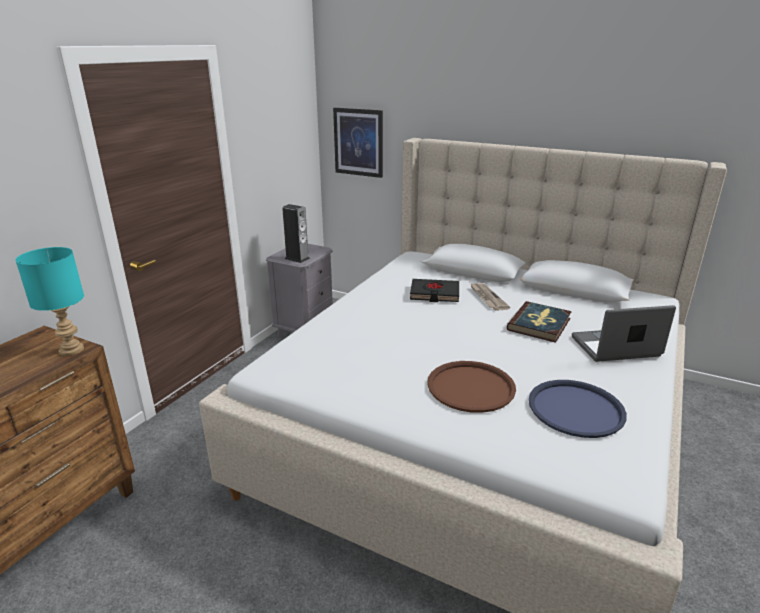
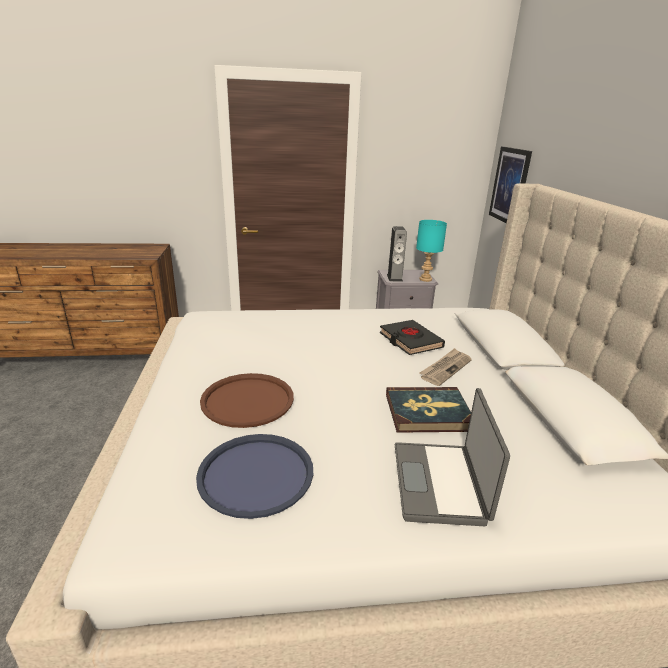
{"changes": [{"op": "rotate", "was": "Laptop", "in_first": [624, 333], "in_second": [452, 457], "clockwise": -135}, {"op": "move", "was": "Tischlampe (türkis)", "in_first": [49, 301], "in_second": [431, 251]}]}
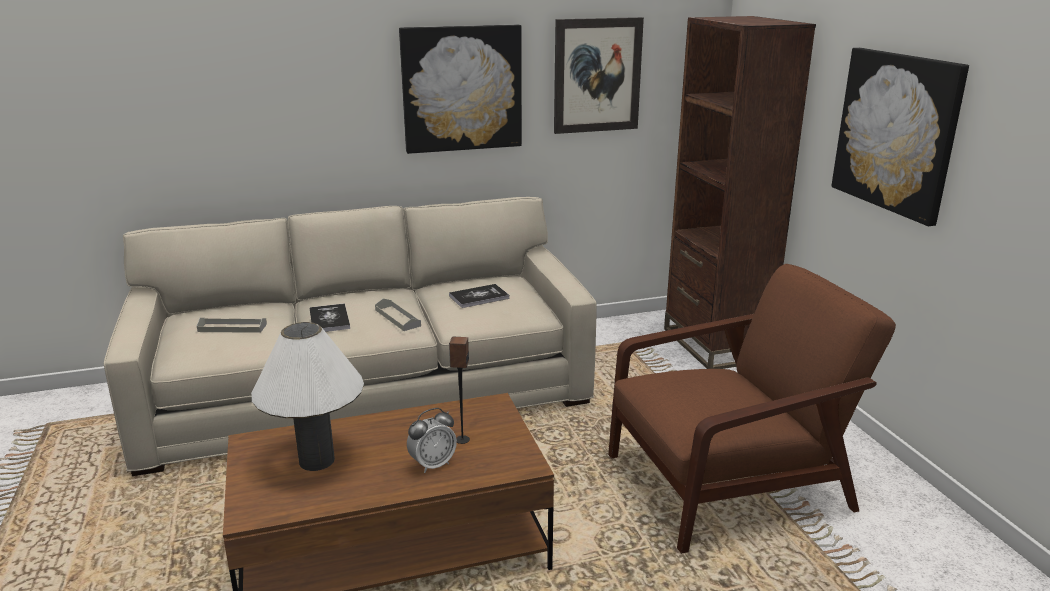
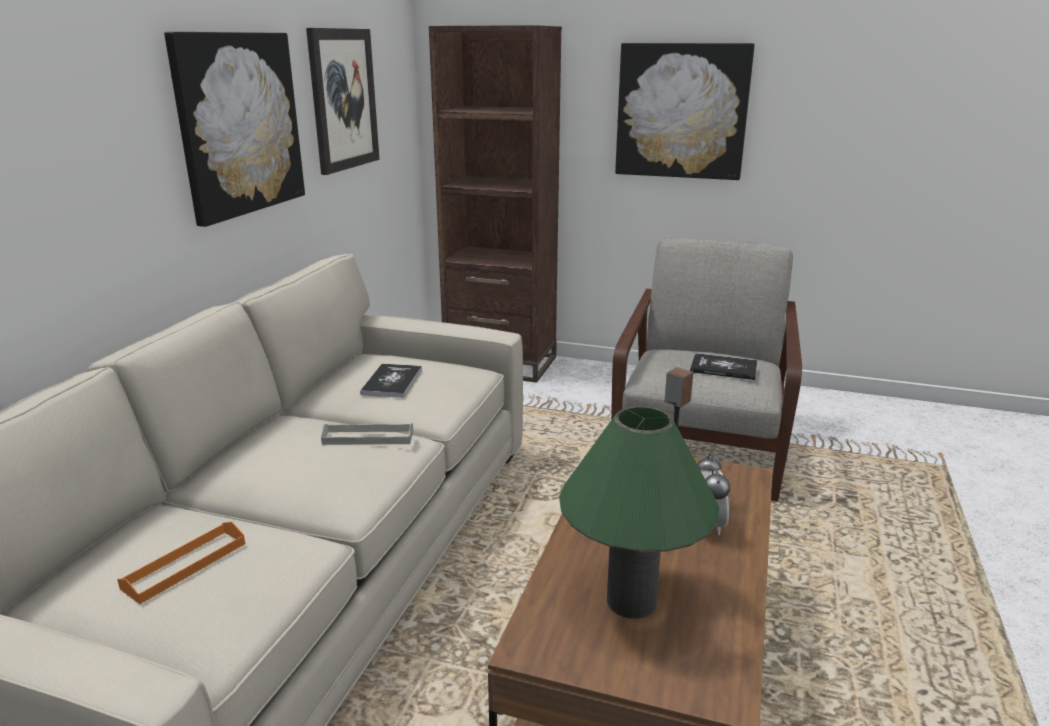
{"changes": [{"op": "recolor", "was": "Tablett (grau)", "now": "Tablett (orange)", "in_first": [232, 325], "in_second": [181, 563]}, {"op": "recolor", "was": "Tischlampe (weiß)", "now": "Tischlampe (grün)", "in_first": [307, 396], "in_second": [639, 512]}, {"op": "recolor", "was": "Sessel (braun)", "now": "Sessel (grau)", "in_first": [752, 409], "in_second": [706, 369]}, {"op": "move", "was": "Buch", "in_first": [330, 317], "in_second": [723, 366]}]}
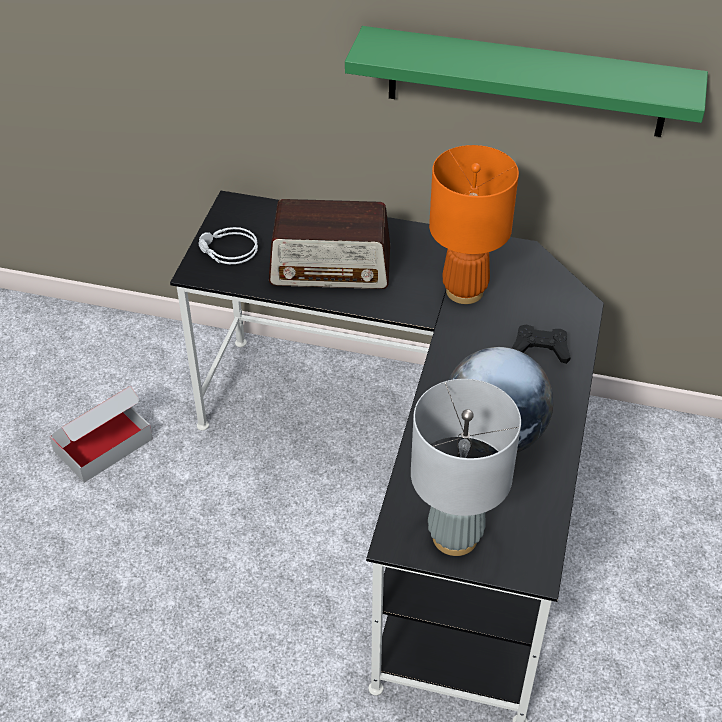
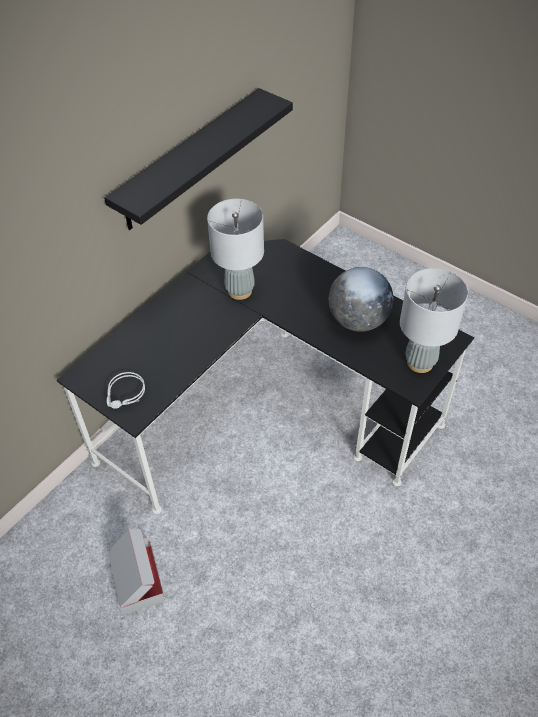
{"changes": [{"op": "recolor", "was": "Wandregal (grün)", "now": "Wandregal (schwarz)", "in_first": [526, 81], "in_second": [198, 159]}, {"op": "recolor", "was": "Tischlampe (orange)", "now": "Tischlampe (grau)", "in_first": [474, 224], "in_second": [235, 249]}, {"op": "delete", "was": "Radio", "in_first": [329, 244]}, {"op": "delete", "was": "Gamepad (schwarz)", "in_first": [541, 344]}]}
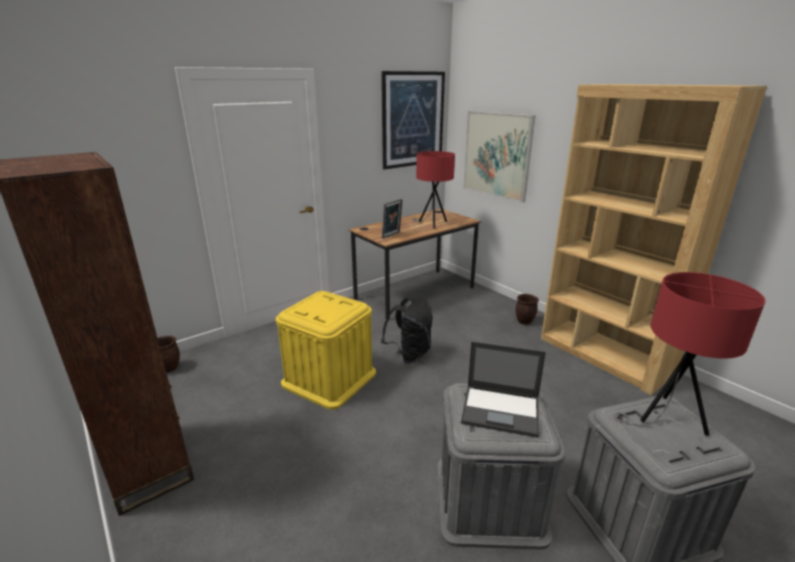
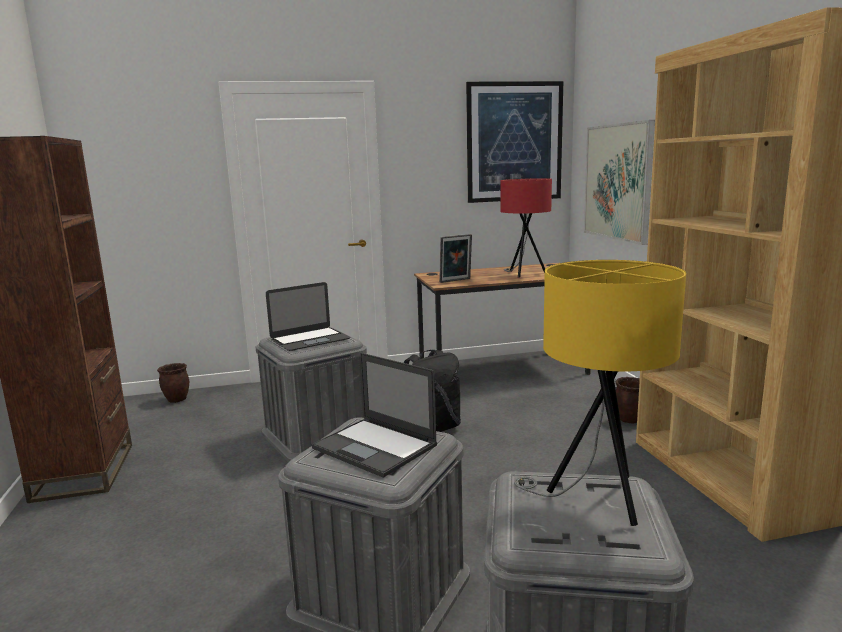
{"changes": [{"op": "recolor", "was": "Aufbewahrungsbox (gelb)", "now": "Aufbewahrungsbox (grau)", "in_first": [326, 350], "in_second": [311, 394]}, {"op": "insert", "now": "Laptop", "in_second": [308, 316]}, {"op": "recolor", "was": "Tischlampe (rot)", "now": "Tischlampe (gelb)", "in_first": [689, 354], "in_second": [600, 393]}]}
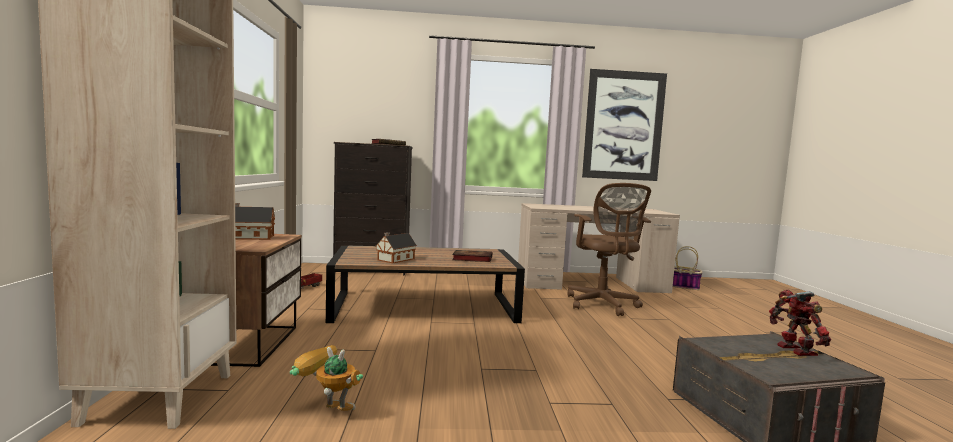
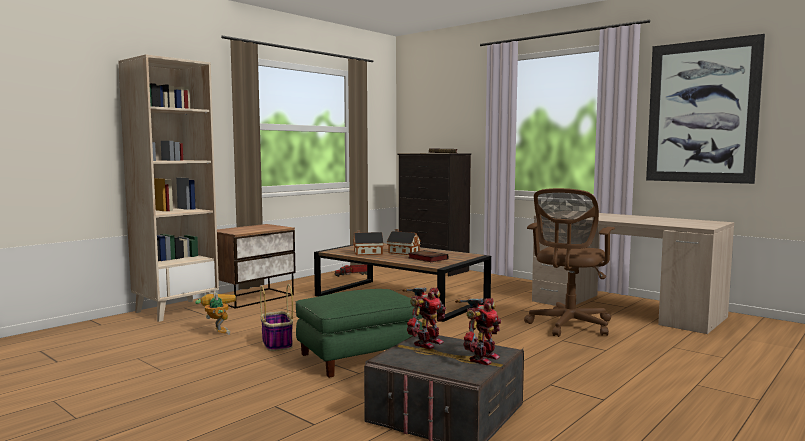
{"changes": [{"op": "move", "was": "Korb", "in_first": [687, 268], "in_second": [276, 317]}, {"op": "insert", "now": "Polsterhocker (grün)", "in_second": [359, 333]}, {"op": "move", "was": "Spielzeughaus", "in_first": [255, 221], "in_second": [404, 242]}, {"op": "insert", "now": "Spielzeugroboter", "in_second": [424, 318]}]}
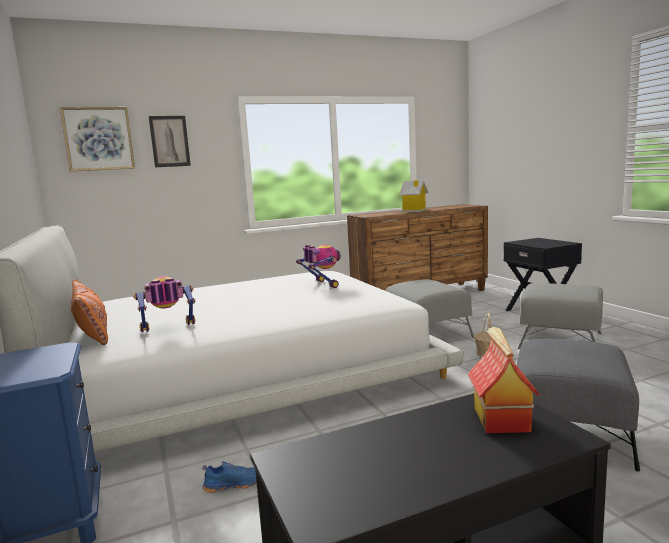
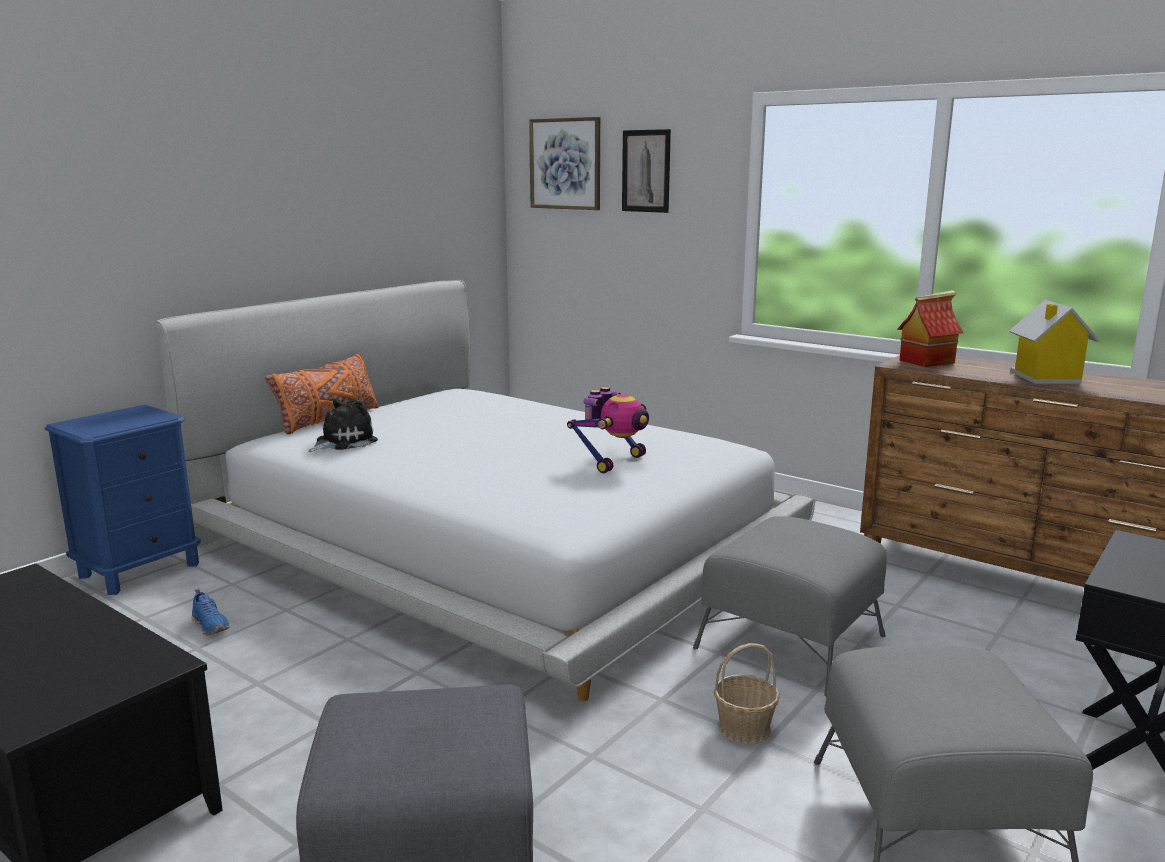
{"changes": [{"op": "replace", "was": "Spielzeugroboter", "now": "Plüschtier", "in_first": [164, 304], "in_second": [343, 425]}, {"op": "move", "was": "Spielzeughaus", "in_first": [504, 380], "in_second": [930, 328]}]}
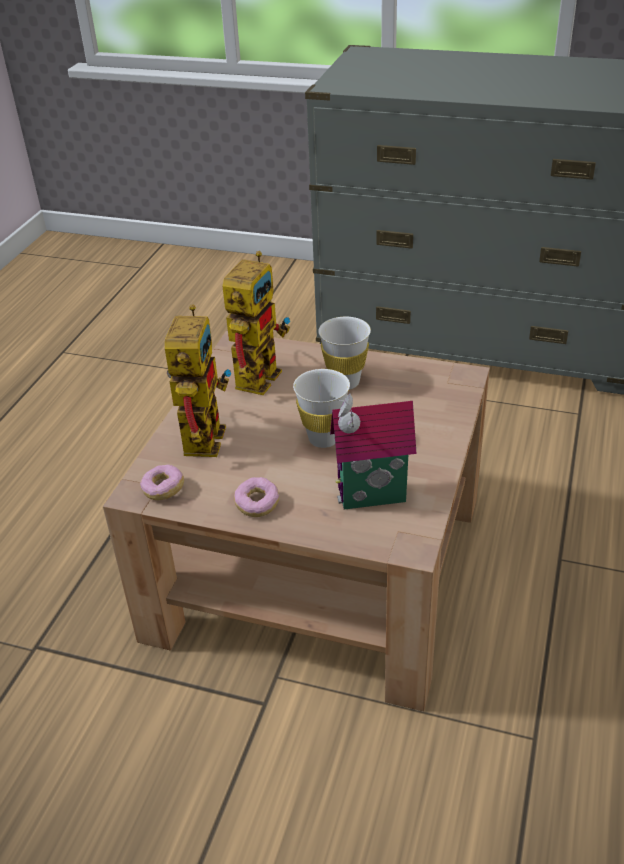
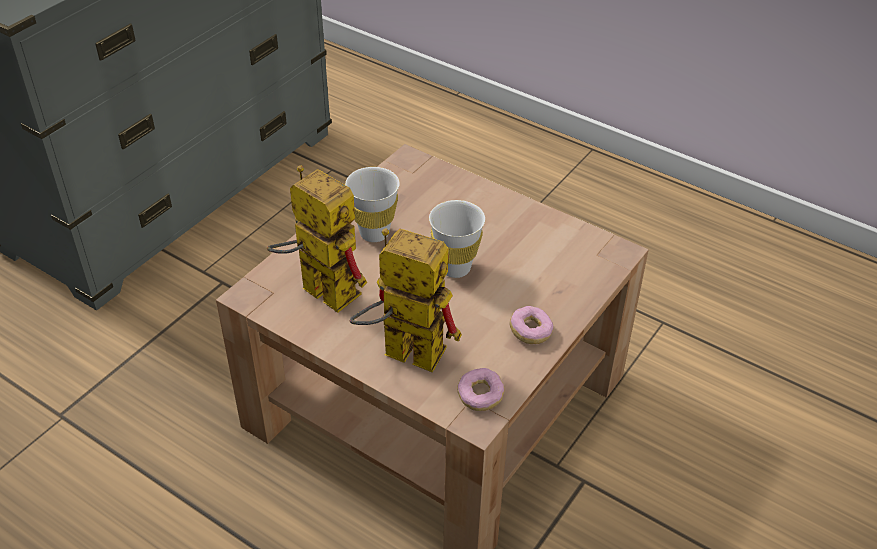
{"changes": [{"op": "delete", "was": "Spielzeughaus", "in_first": [373, 452]}]}
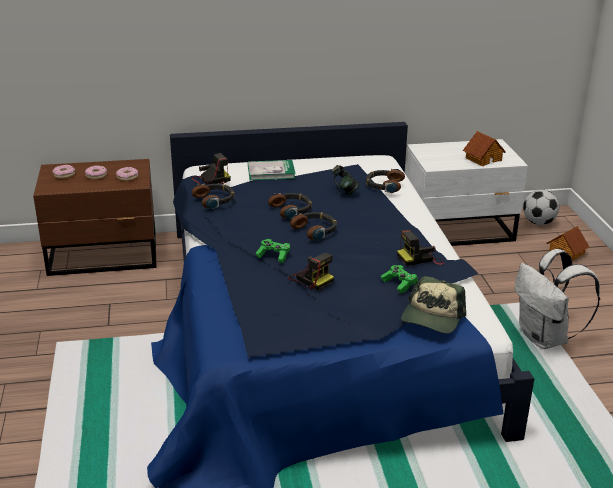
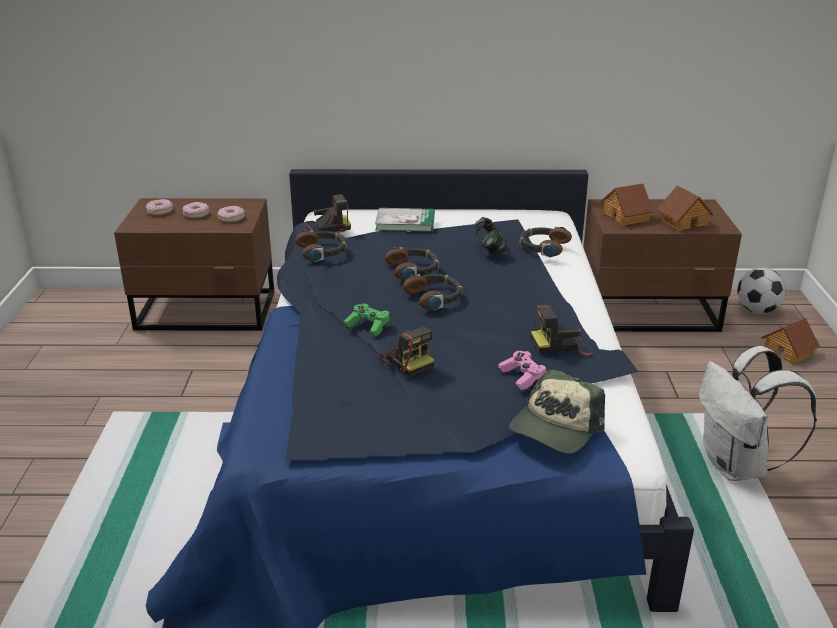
{"changes": [{"op": "recolor", "was": "Gamepad (grün)", "now": "Gamepad (rosa)", "in_first": [399, 279], "in_second": [523, 370]}, {"op": "recolor", "was": "Nachttisch (weiß)", "now": "Nachttisch (braun)", "in_first": [466, 192], "in_second": [662, 265]}, {"op": "insert", "now": "Spielzeughaus", "in_second": [627, 204]}]}
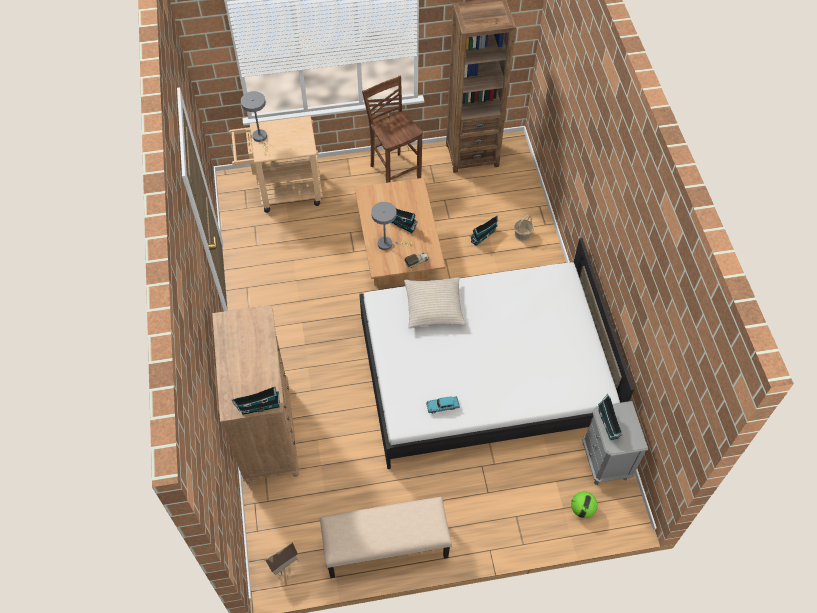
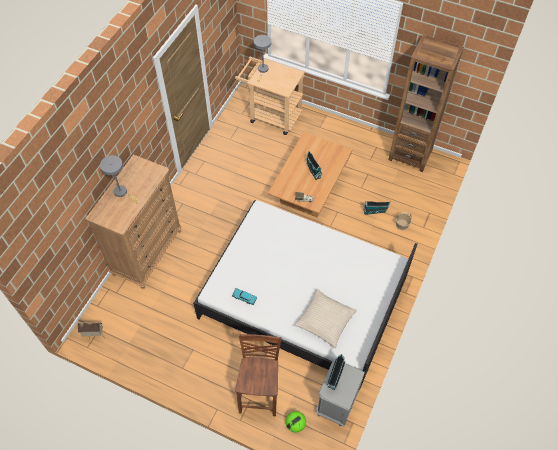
{"changes": [{"op": "move", "was": "Tischlampe (grau)", "in_first": [391, 226], "in_second": [119, 179]}, {"op": "move", "was": "Hocker (braun)", "in_first": [392, 129], "in_second": [258, 375]}, {"op": "move", "was": "Kissen (beige)", "in_first": [435, 303], "in_second": [325, 318]}, {"op": "delete", "was": "Spielzeughaus", "in_first": [256, 400]}, {"op": "delete", "was": "Bank (beige)", "in_first": [386, 537]}]}
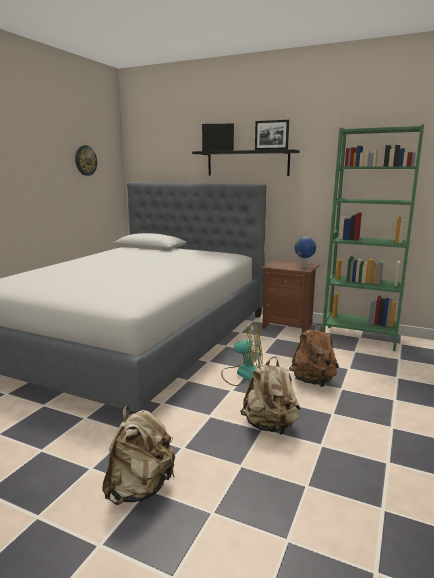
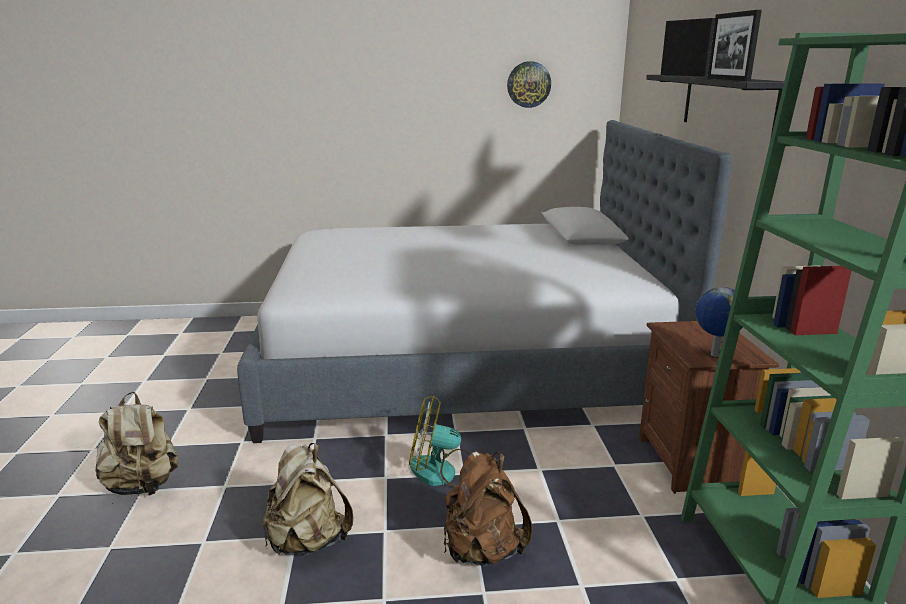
{"changes": [{"op": "rotate", "was": "Ventilator", "in_first": [242, 355], "in_second": [439, 441], "clockwise": 120}]}
